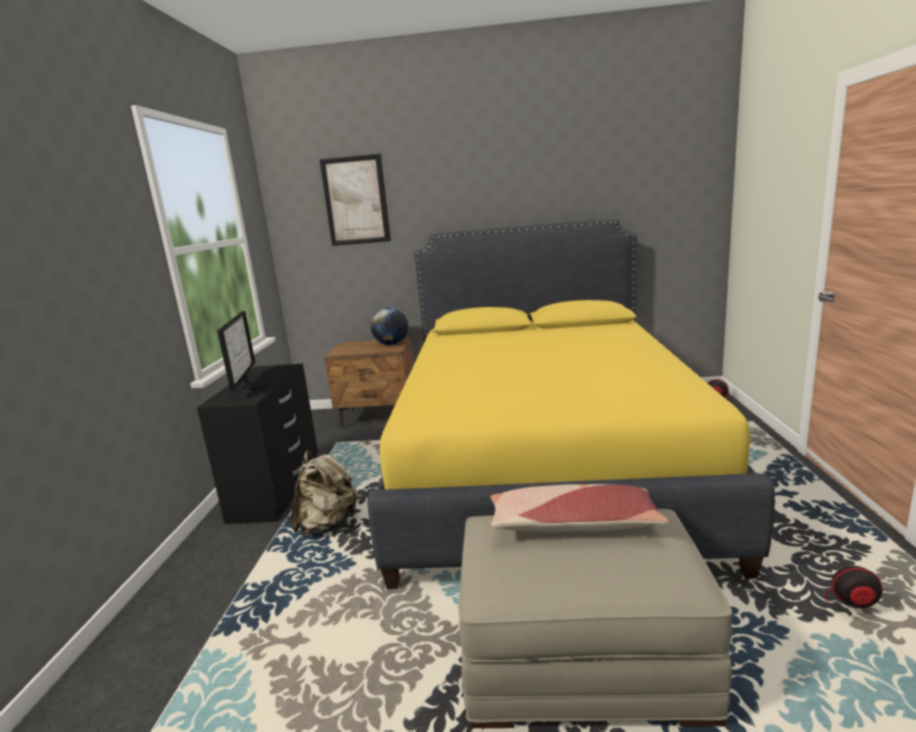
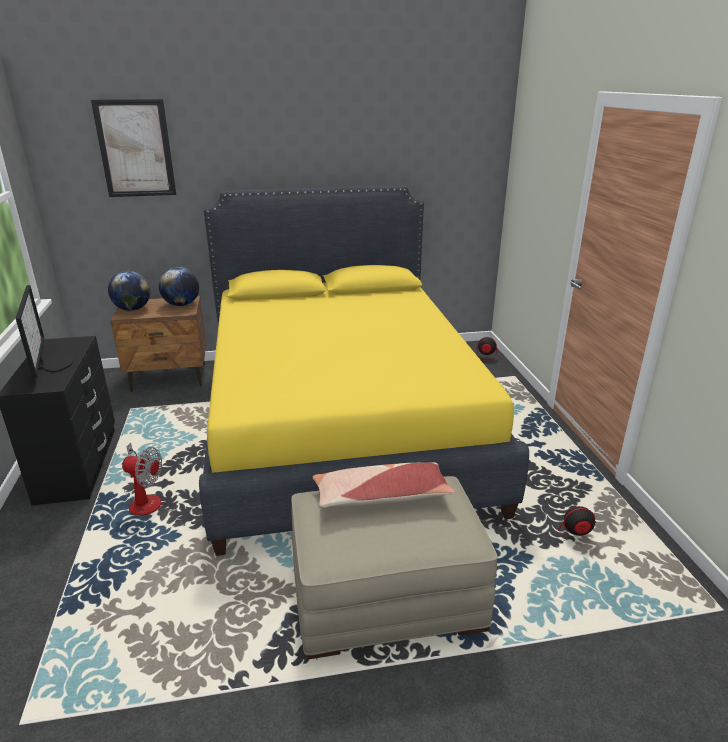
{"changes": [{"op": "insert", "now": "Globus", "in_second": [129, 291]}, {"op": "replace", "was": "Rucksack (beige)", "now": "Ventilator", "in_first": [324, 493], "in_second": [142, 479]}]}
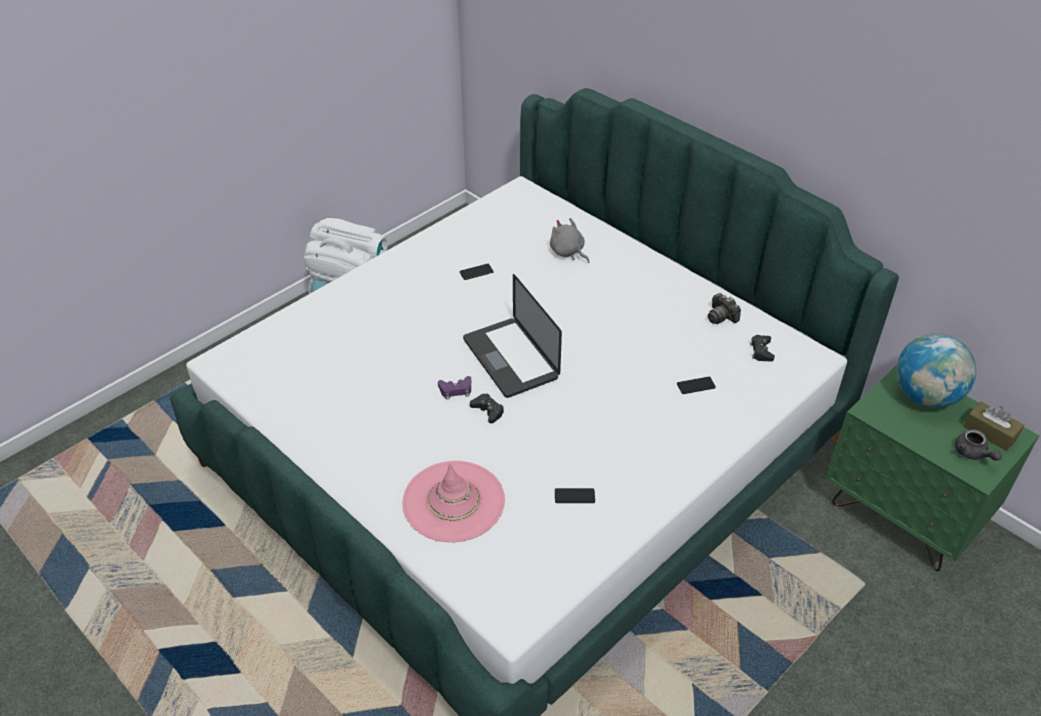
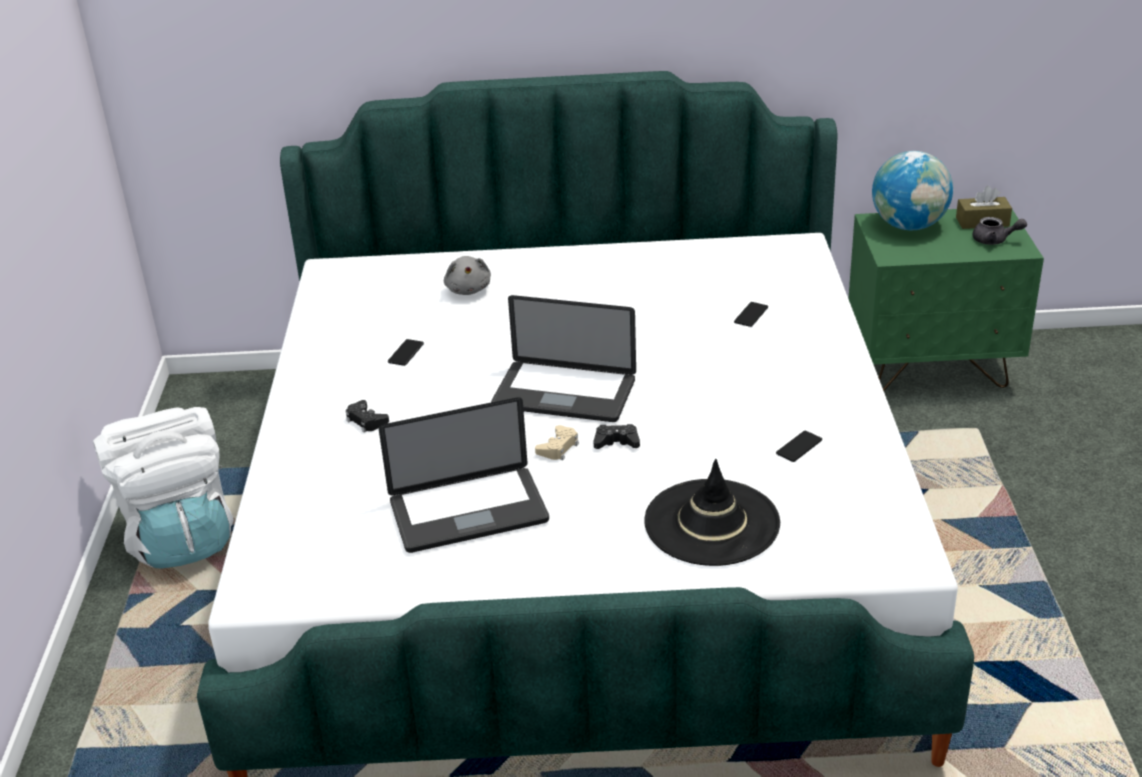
{"changes": [{"op": "move", "was": "Gamepad (schwarz)", "in_first": [762, 348], "in_second": [367, 416]}, {"op": "insert", "now": "Laptop", "in_second": [464, 475]}, {"op": "rotate", "was": "Plüschtier (grau)", "in_first": [569, 240], "in_second": [467, 275], "clockwise": -105}, {"op": "recolor", "was": "Gamepad (lila)", "now": "Gamepad (beige)", "in_first": [454, 388], "in_second": [557, 442]}, {"op": "recolor", "was": "Hut (rosa)", "now": "Hut (schwarz)", "in_first": [453, 501], "in_second": [712, 512]}, {"op": "delete", "was": "Kamera", "in_first": [724, 308]}]}
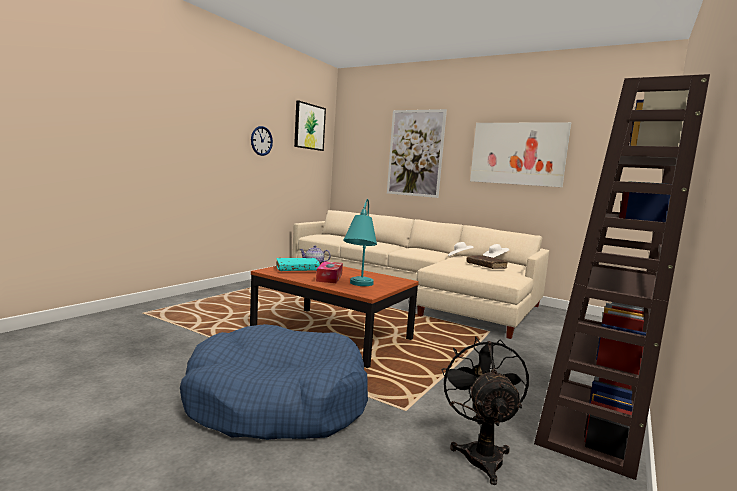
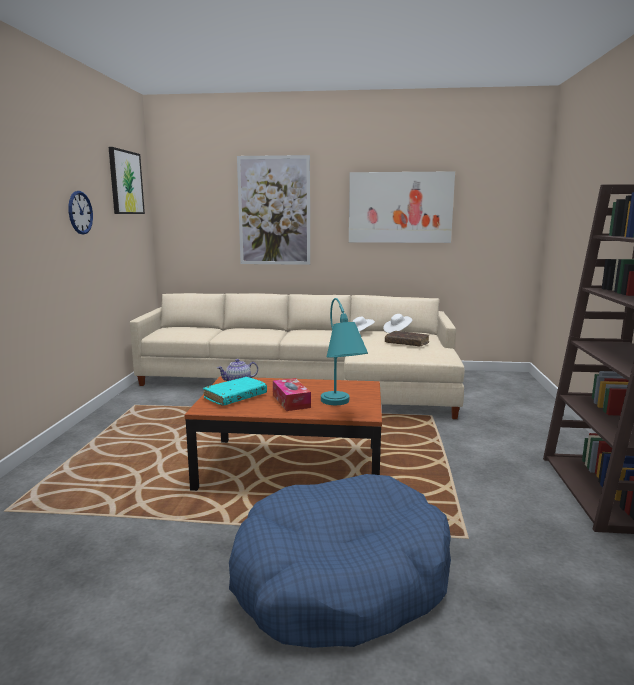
{"changes": [{"op": "delete", "was": "Ventilator (schwarz)", "in_first": [485, 410]}]}
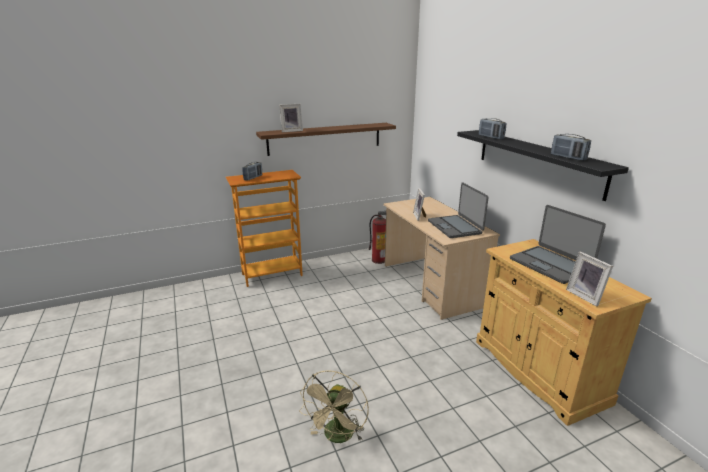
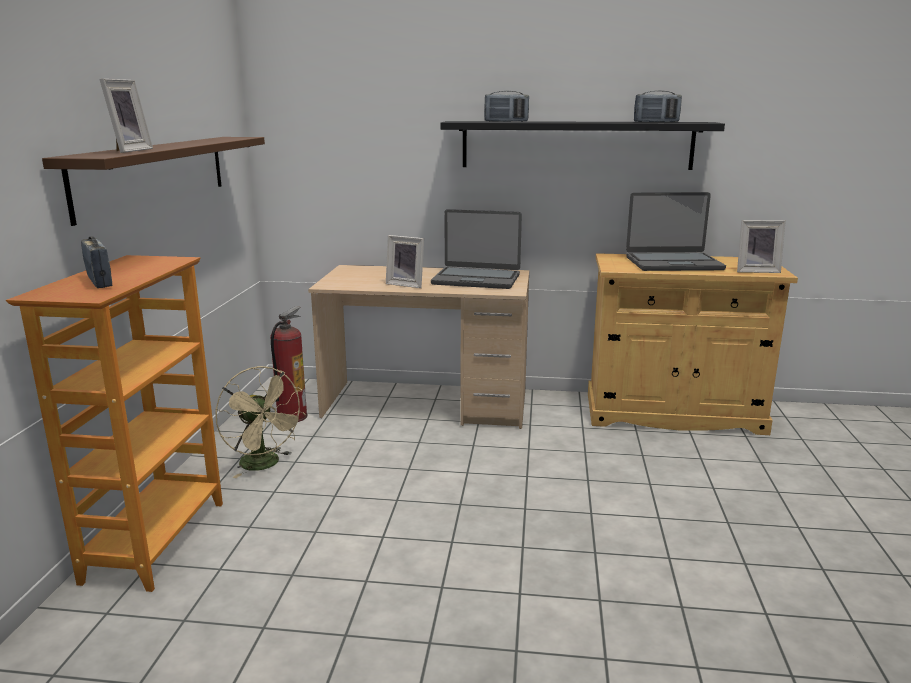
{"changes": [{"op": "move", "was": "Ventilator (beige)", "in_first": [334, 406], "in_second": [260, 422]}]}
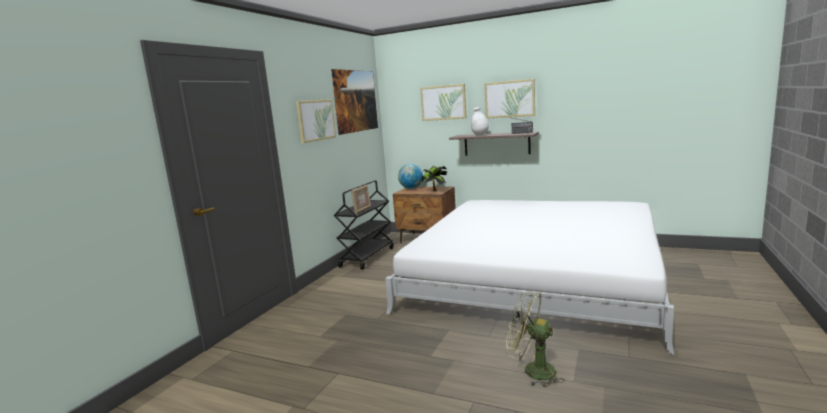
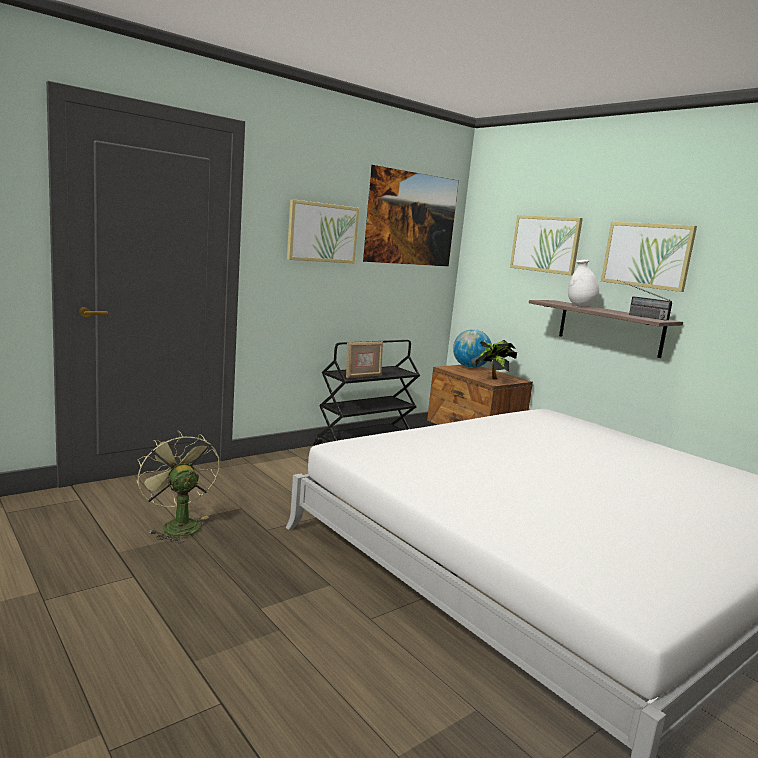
{"changes": [{"op": "move", "was": "Ventilator (grün)", "in_first": [535, 338], "in_second": [178, 487]}]}
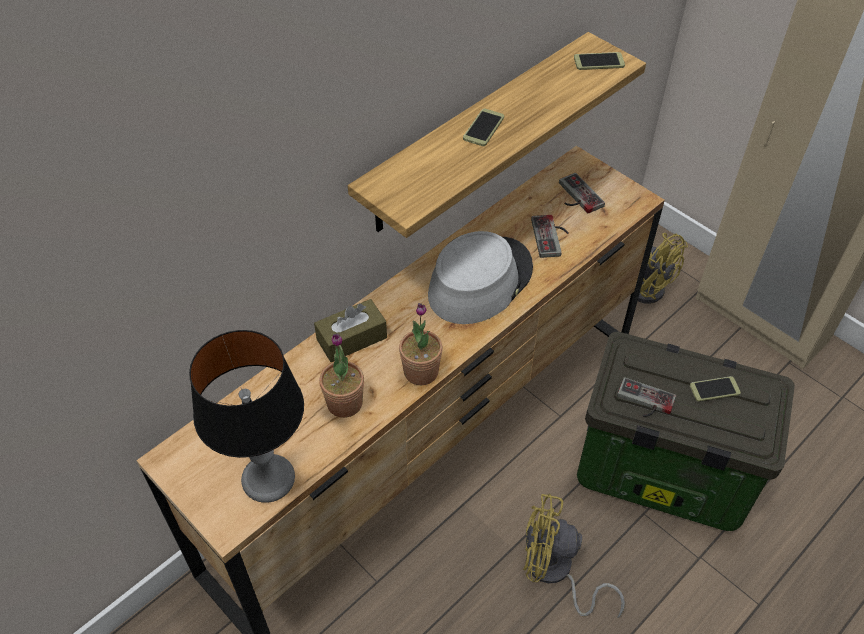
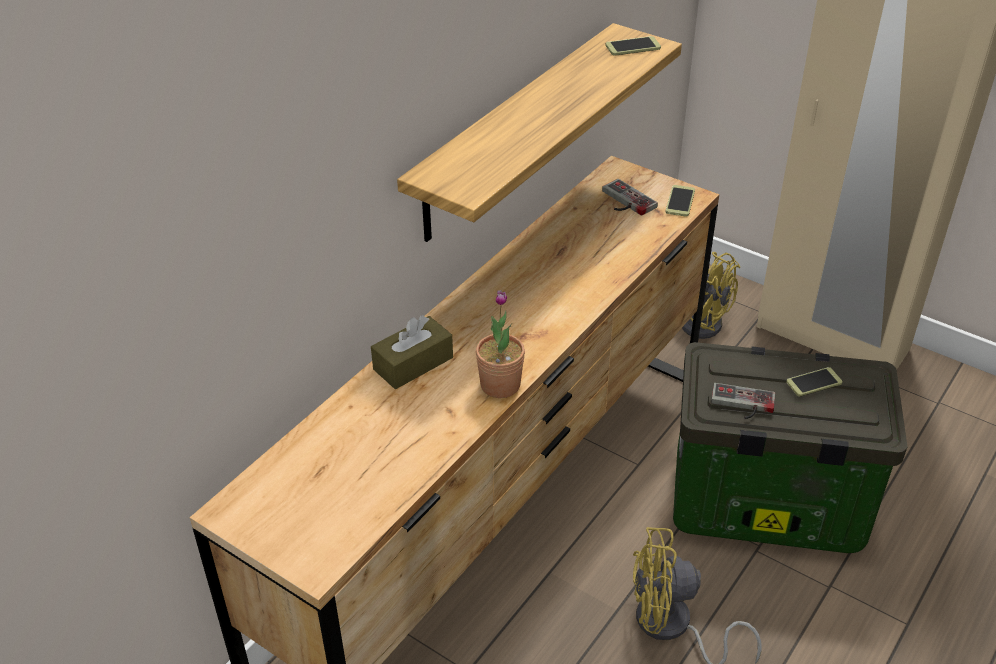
{"changes": [{"op": "move", "was": "Handy", "in_first": [483, 127], "in_second": [680, 201]}, {"op": "delete", "was": "Tischlampe", "in_first": [246, 416]}, {"op": "delete", "was": "Topfpflanze", "in_first": [341, 375]}, {"op": "delete", "was": "Hut (grau)", "in_first": [480, 277]}, {"op": "delete", "was": "Gamepad", "in_first": [550, 236]}]}
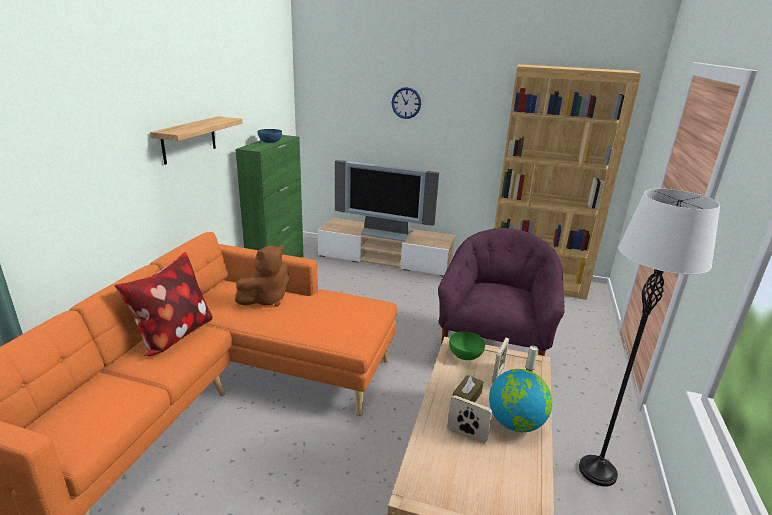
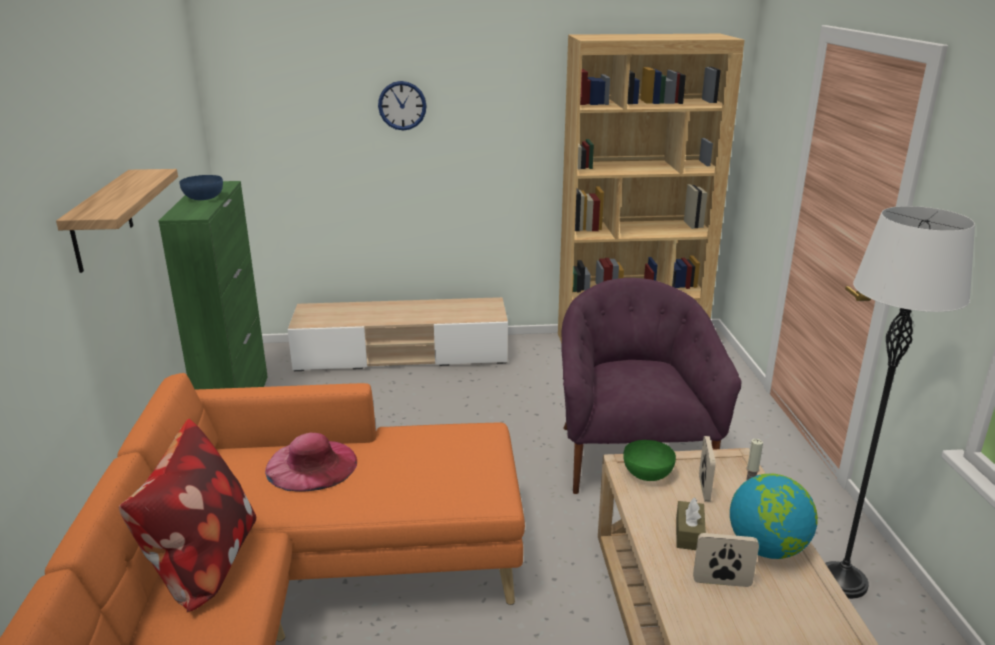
{"changes": [{"op": "replace", "was": "Plüschtier (braun)", "now": "Hut (rosa)", "in_first": [262, 275], "in_second": [311, 462]}, {"op": "delete", "was": "Fernseher", "in_first": [387, 201]}]}
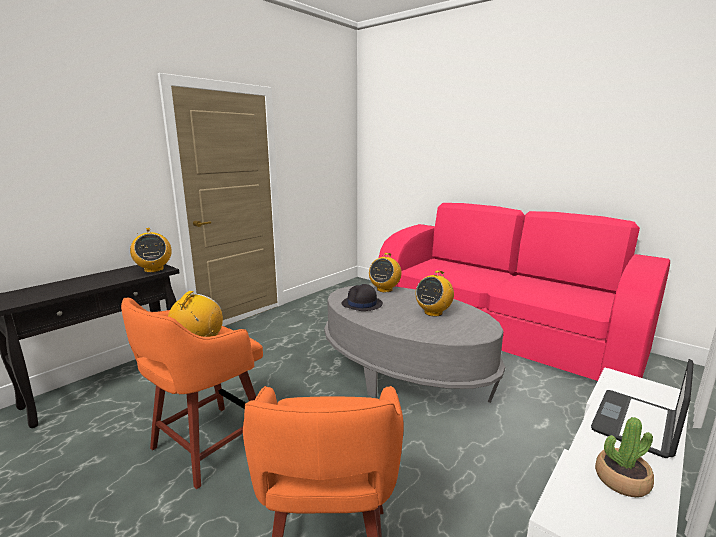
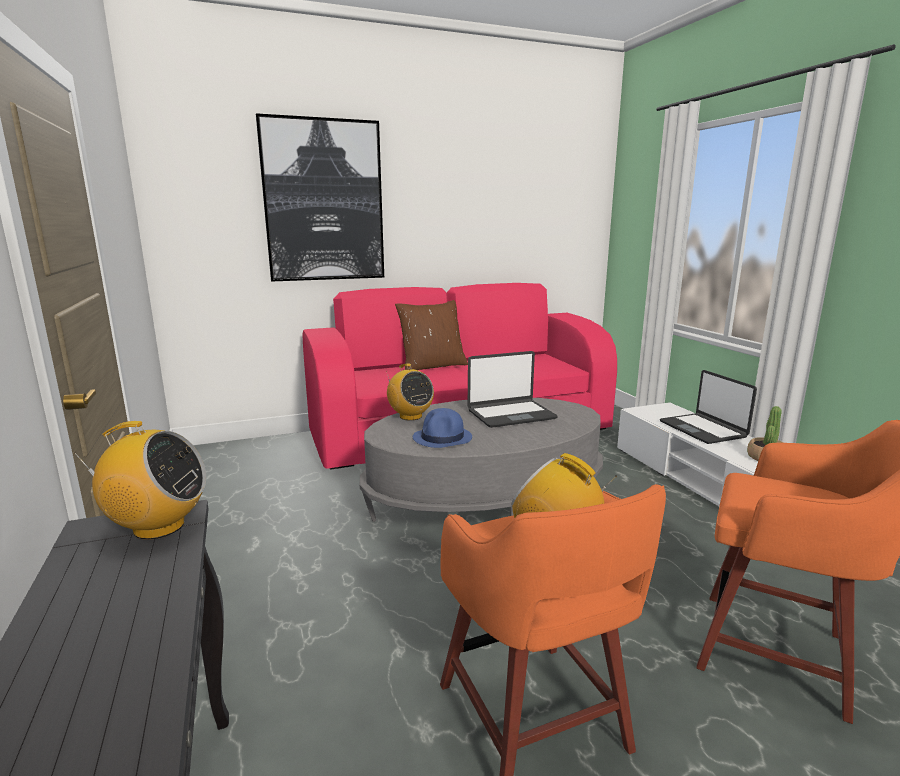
{"changes": [{"op": "insert", "now": "Bild", "in_second": [320, 197]}, {"op": "insert", "now": "Kissen (braun)", "in_second": [431, 335]}, {"op": "recolor", "was": "Hut (schwarz)", "now": "Hut (blau)", "in_first": [362, 297], "in_second": [442, 428]}, {"op": "replace", "was": "Radio", "now": "Laptop", "in_first": [434, 293], "in_second": [513, 389]}]}
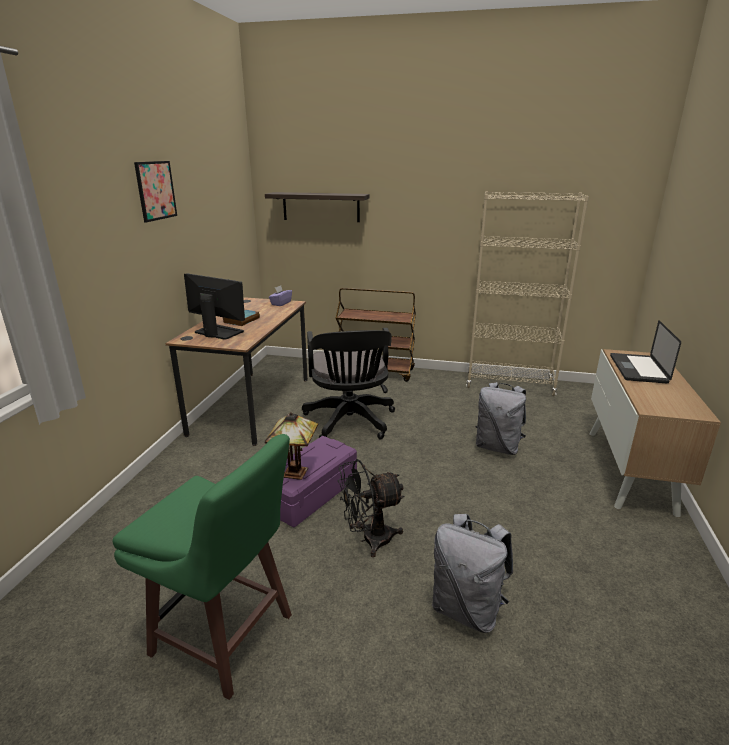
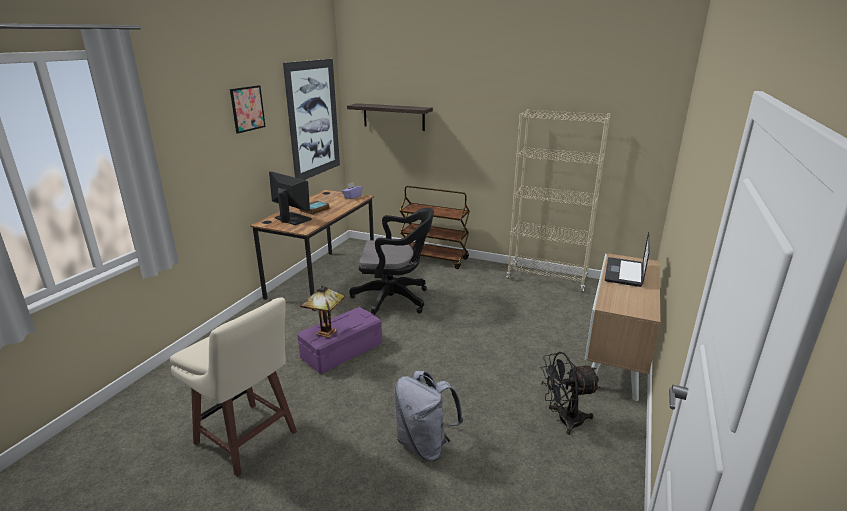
{"changes": [{"op": "recolor", "was": "Hocker (grün)", "now": "Hocker (beige)", "in_first": [202, 567], "in_second": [233, 387]}, {"op": "insert", "now": "Bild", "in_second": [311, 119]}, {"op": "rotate", "was": "Bürostuhl (schwarz)", "in_first": [348, 384], "in_second": [391, 261], "clockwise": -90}, {"op": "move", "was": "Ventilator (schwarz)", "in_first": [371, 508], "in_second": [570, 393]}, {"op": "delete", "was": "Rucksack (grau)", "in_first": [500, 418]}]}
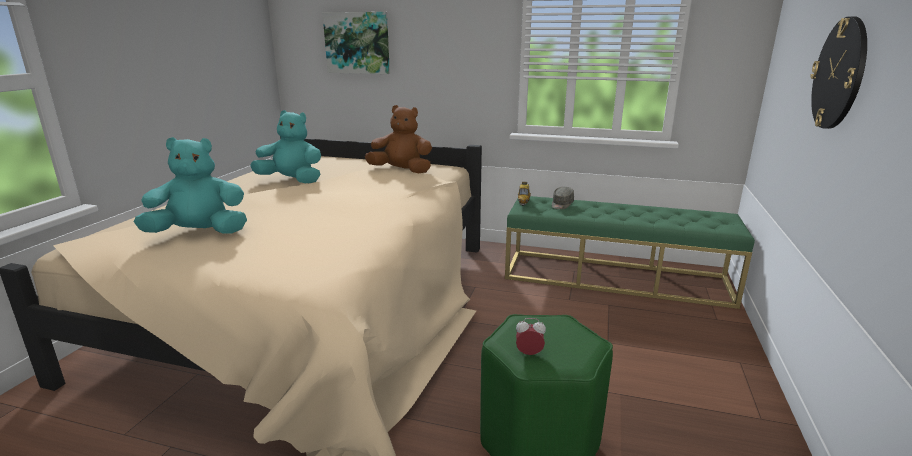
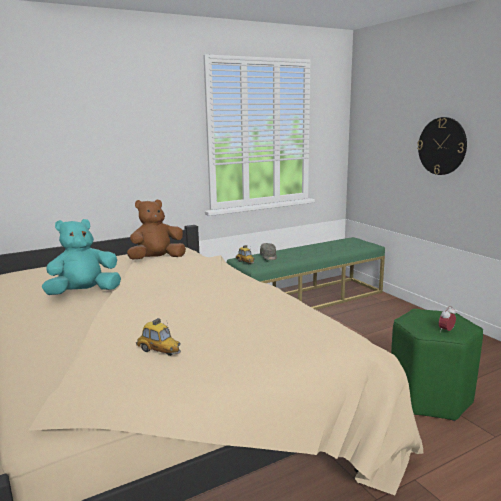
{"changes": [{"op": "replace", "was": "Plüschtier (türkis)", "now": "Spielzeugauto", "in_first": [190, 185], "in_second": [158, 337]}, {"op": "delete", "was": "Bild", "in_first": [356, 43]}]}
